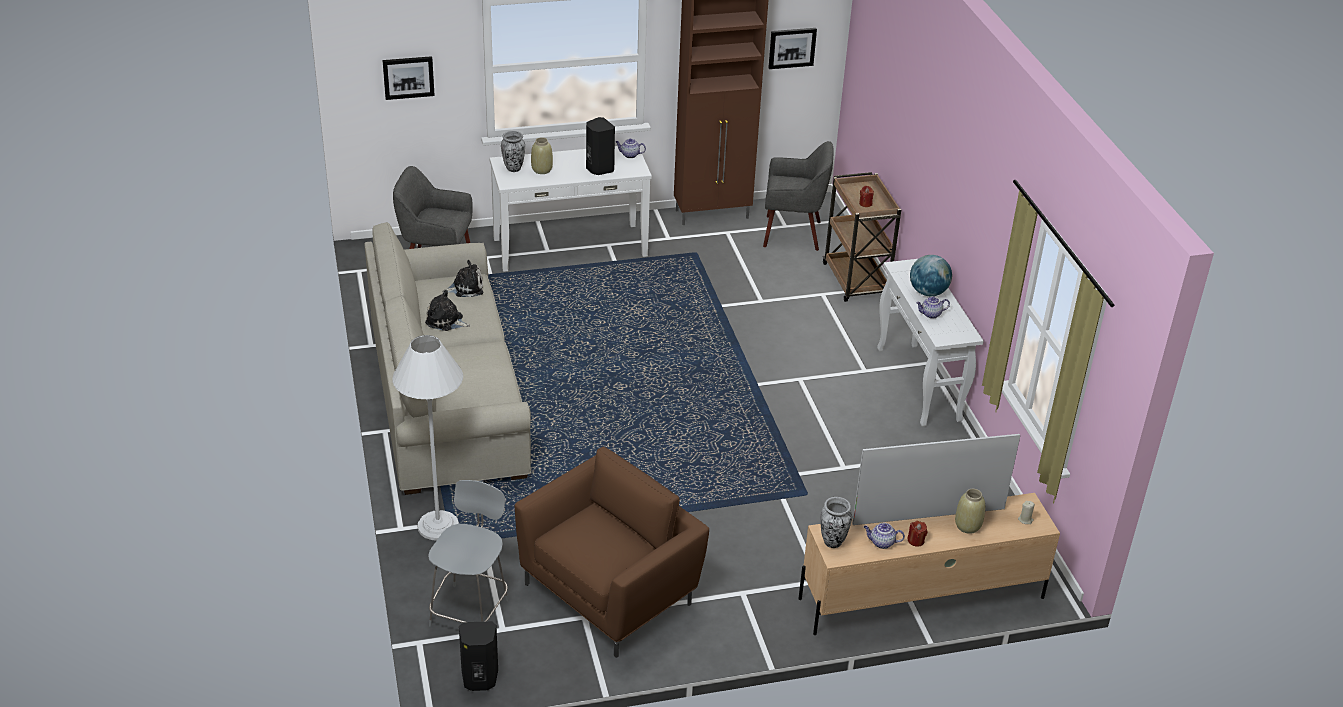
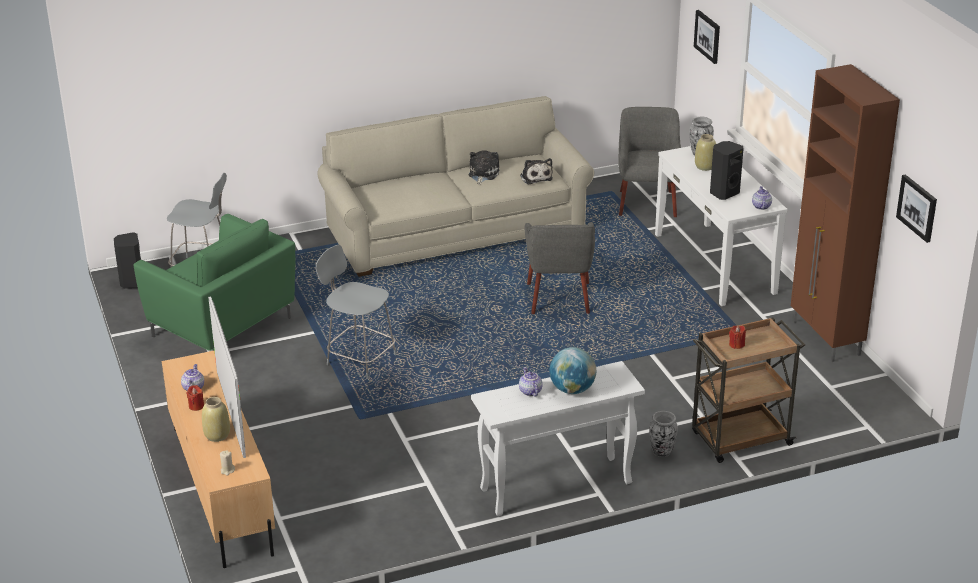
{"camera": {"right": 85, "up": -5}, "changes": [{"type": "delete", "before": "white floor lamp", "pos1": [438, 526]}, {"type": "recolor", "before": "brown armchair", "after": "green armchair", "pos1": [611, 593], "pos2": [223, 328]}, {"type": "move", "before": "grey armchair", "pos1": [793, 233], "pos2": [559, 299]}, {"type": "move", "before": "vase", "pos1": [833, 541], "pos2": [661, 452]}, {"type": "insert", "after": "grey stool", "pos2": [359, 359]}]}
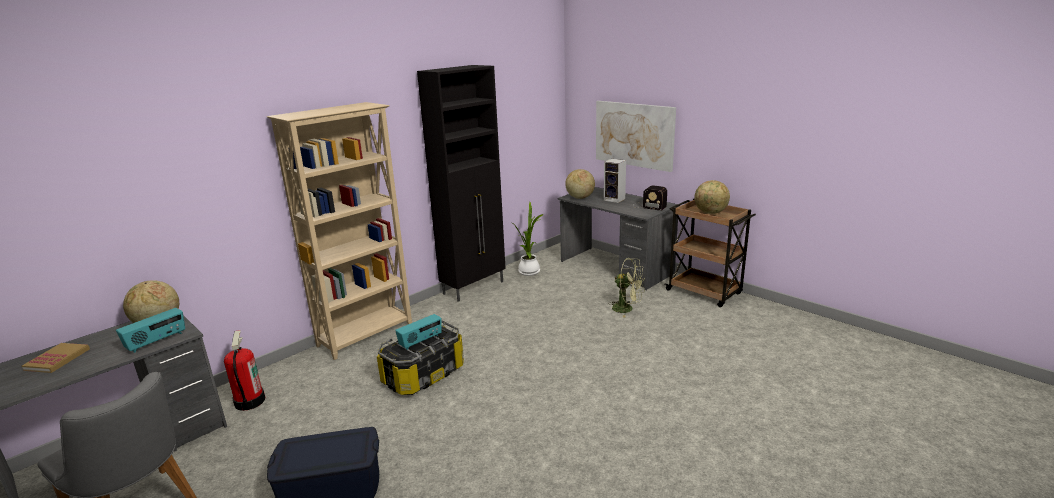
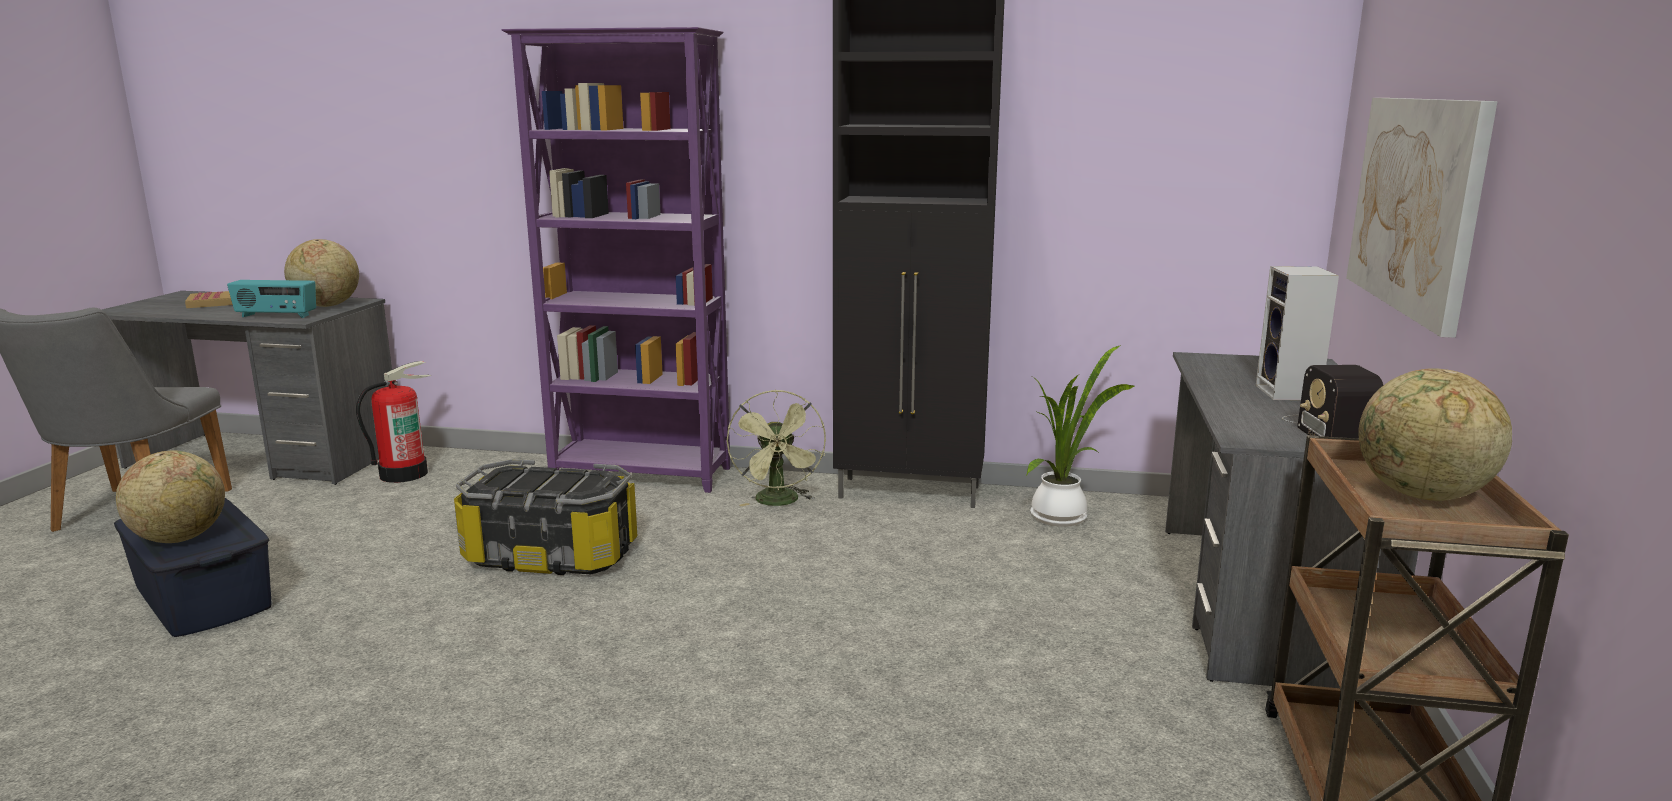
{"camera": {"right": 55, "up": -5}, "changes": [{"type": "recolor", "before": "beige bookcase", "after": "purple bookcase", "pos1": [367, 335], "pos2": [642, 475]}, {"type": "delete", "before": "radio", "pos1": [421, 341]}, {"type": "move", "before": "globe", "pos1": [580, 198], "pos2": [180, 538]}, {"type": "move", "before": "green fan", "pos1": [627, 309], "pos2": [779, 502]}]}
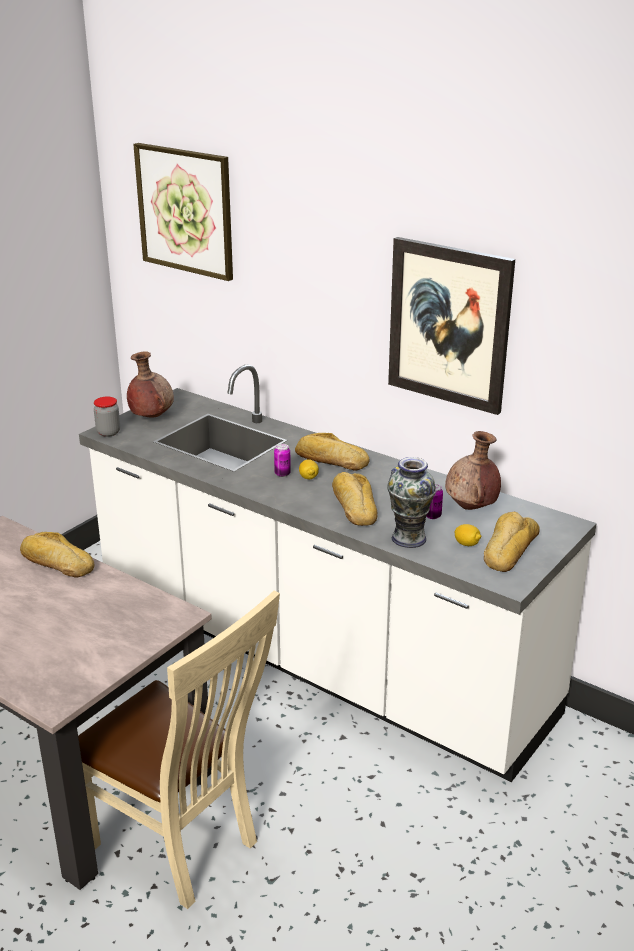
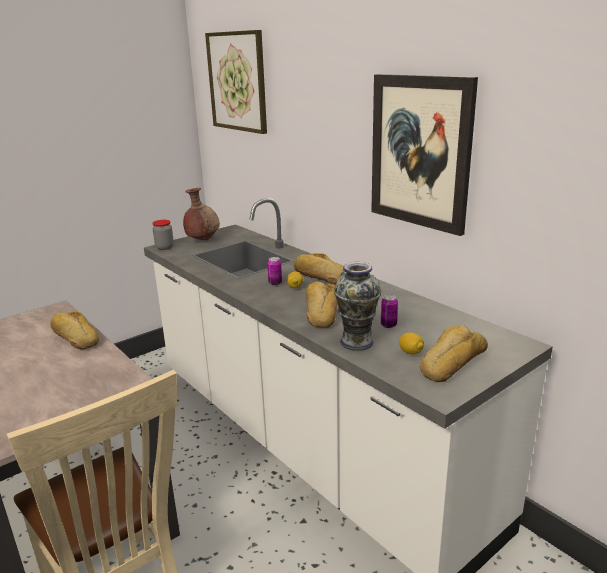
{"camera": {"right": 15, "up": -5}, "changes": [{"type": "delete", "before": "brown vase", "pos1": [471, 508]}]}
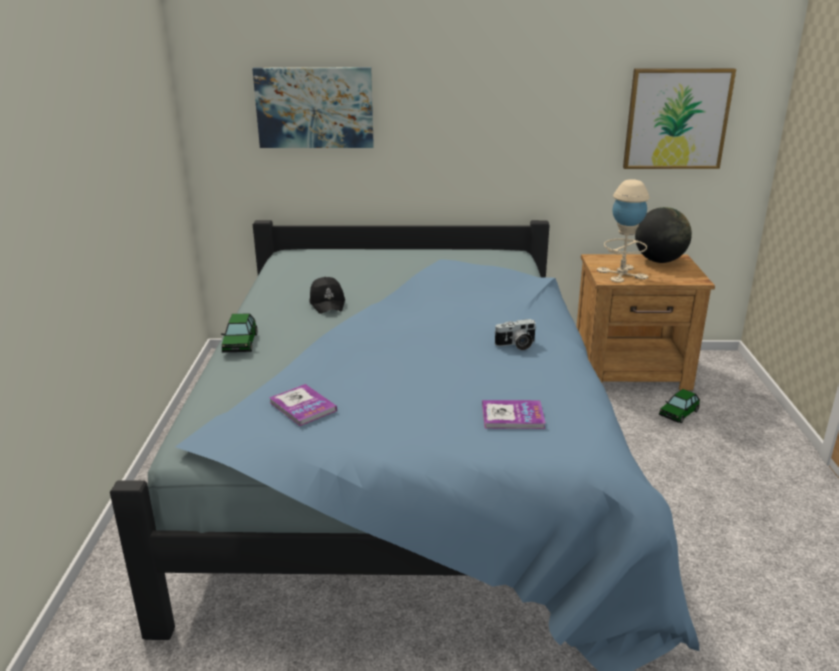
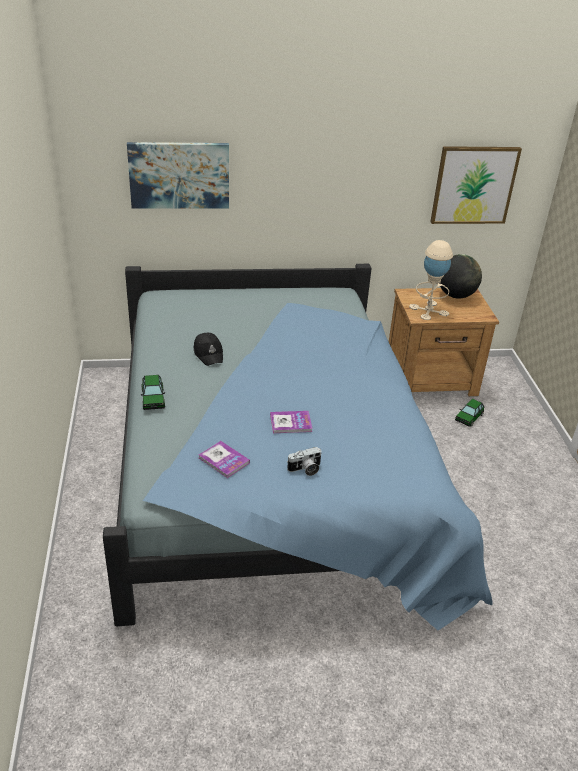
{"camera": {"right": -10, "up": 10}, "changes": [{"type": "move", "before": "book", "pos1": [512, 416], "pos2": [290, 423]}, {"type": "move", "before": "photo camera", "pos1": [516, 345], "pos2": [305, 469]}]}
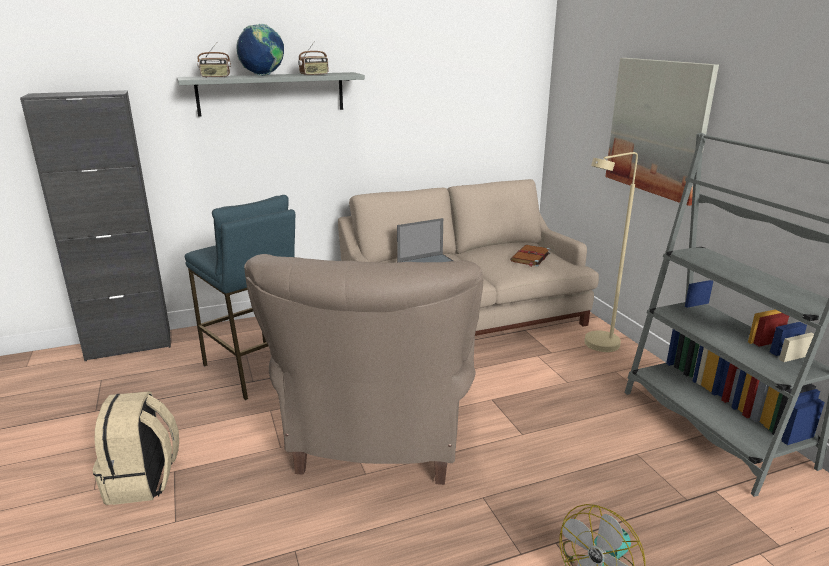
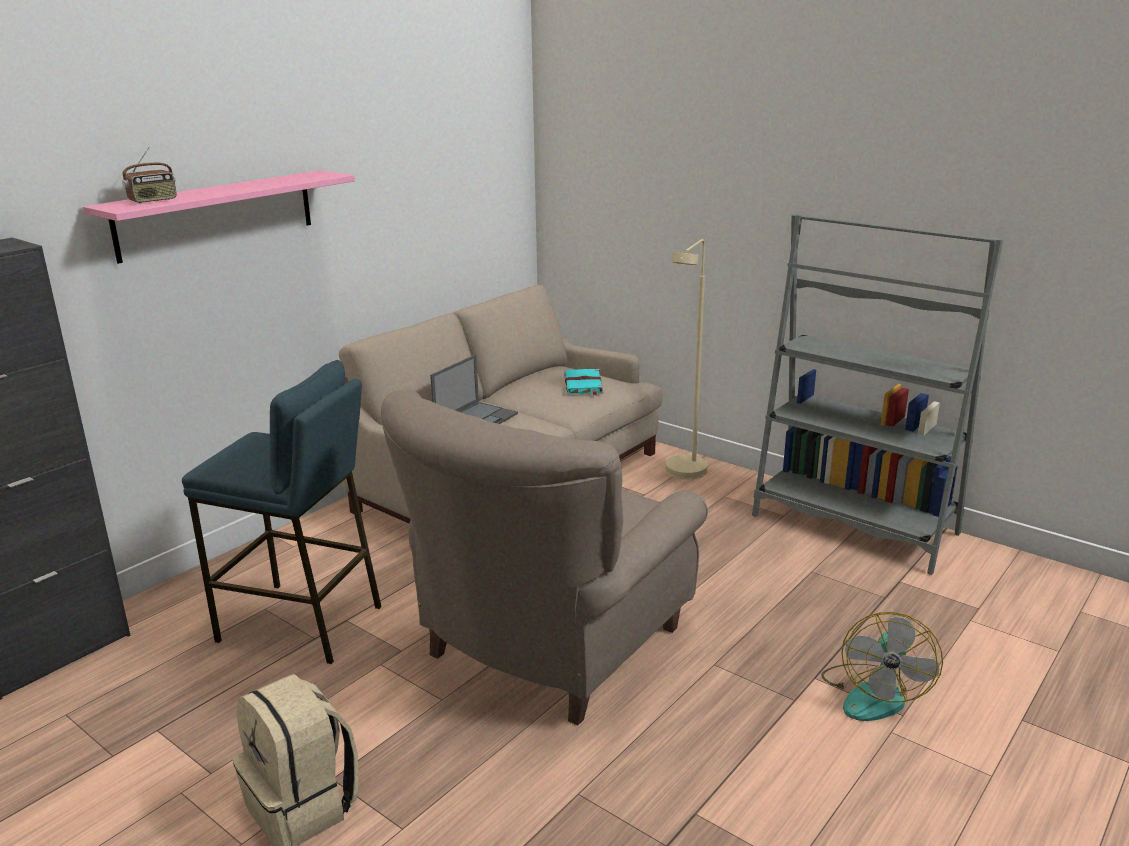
{"camera": {"right": -30, "up": 0}, "changes": [{"type": "recolor", "before": "grey shelf", "after": "pink shelf", "pos1": [271, 93], "pos2": [217, 214]}, {"type": "delete", "before": "globe", "pos1": [263, 76]}, {"type": "rotate", "before": "beige armchair", "pos1": [379, 438], "pos2": [548, 647], "turn": 60}, {"type": "delete", "before": "radio", "pos1": [314, 75]}, {"type": "recolor", "before": "brown book", "after": "turquoise book", "pos1": [530, 257], "pos2": [583, 384]}, {"type": "delete", "before": "picture", "pos1": [658, 127]}]}
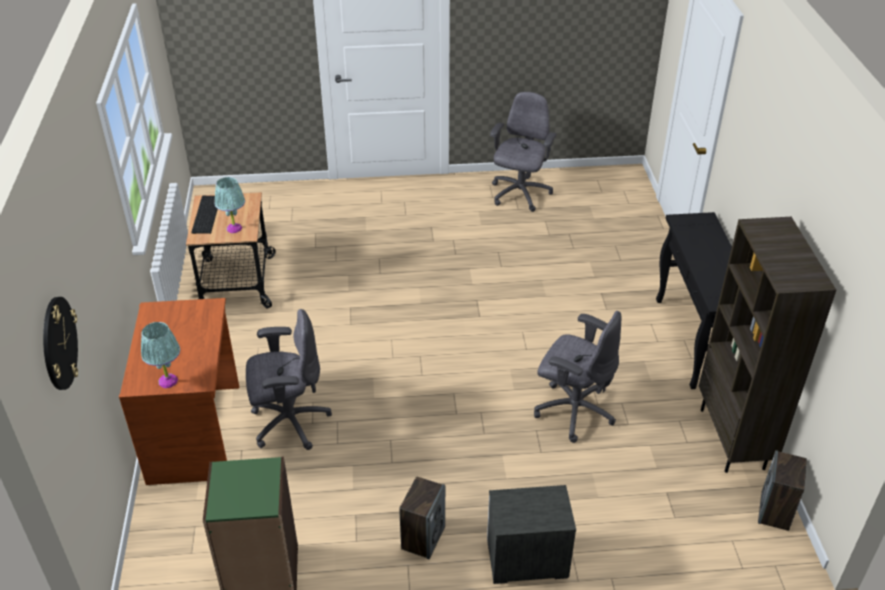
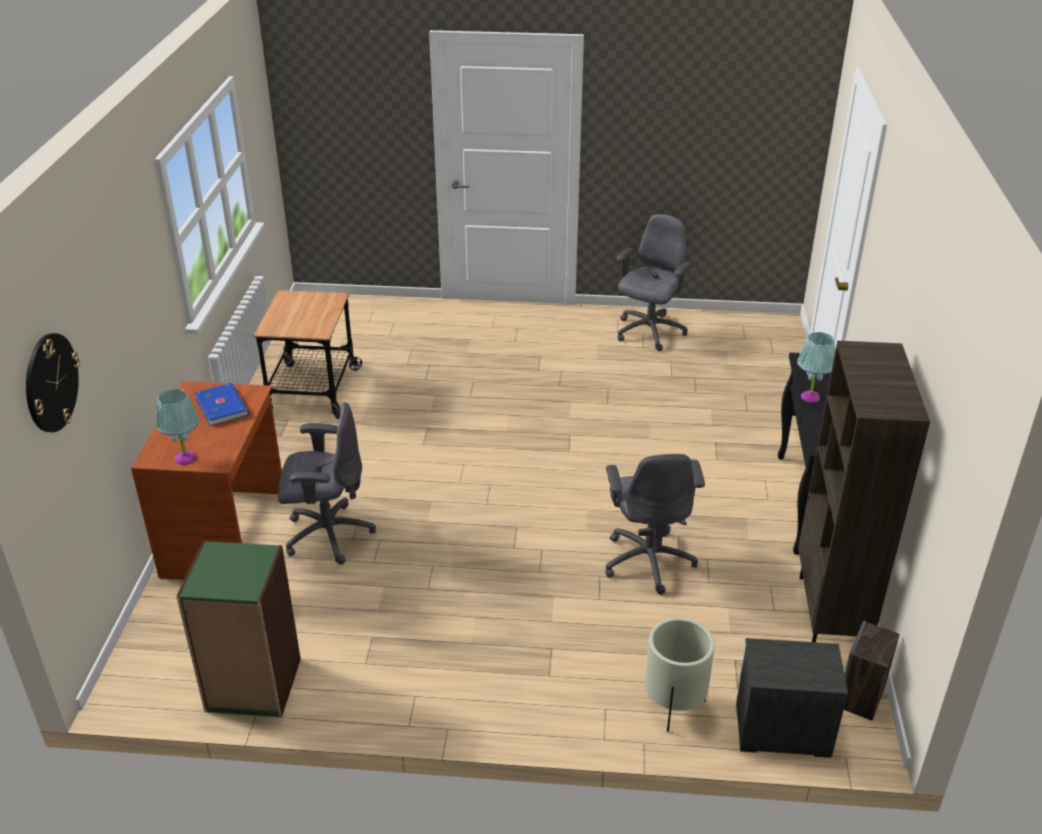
{"camera": {"right": 10, "up": -5}, "changes": [{"type": "delete", "before": "keyboard", "pos1": [205, 214]}, {"type": "move", "before": "turquoise table lamp", "pos1": [234, 228], "pos2": [810, 397]}, {"type": "delete", "before": "speaker", "pos1": [423, 537]}, {"type": "move", "before": "nightstand", "pos1": [525, 558], "pos2": [780, 728]}, {"type": "rotate", "before": "grey office chair", "pos1": [573, 410], "pos2": [648, 560], "turn": 45}, {"type": "insert", "after": "blue book", "pos2": [223, 406]}, {"type": "insert", "after": "beige planter", "pos2": [673, 706]}]}
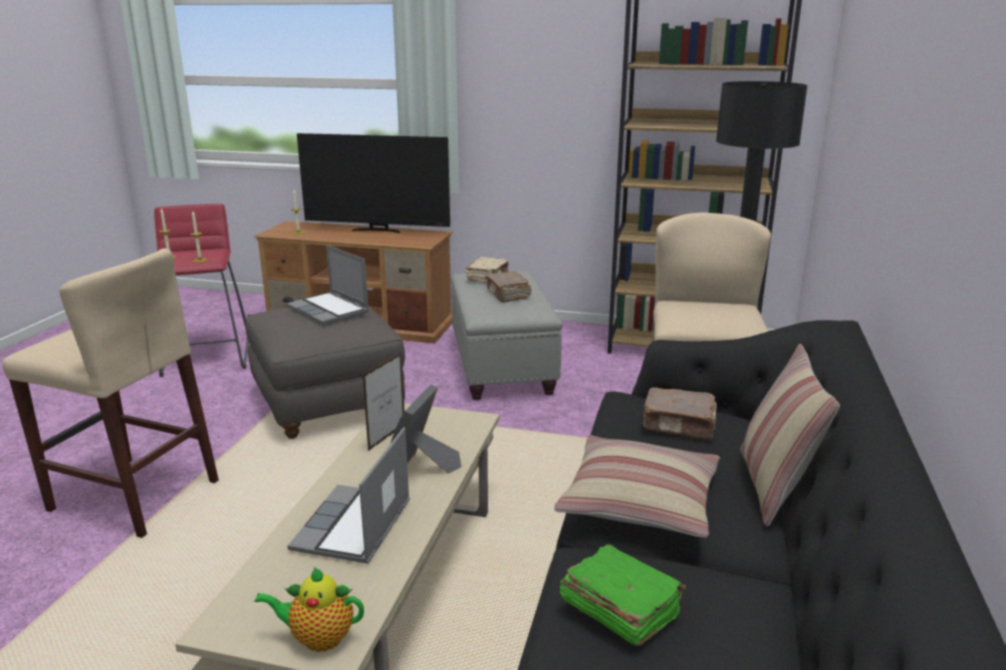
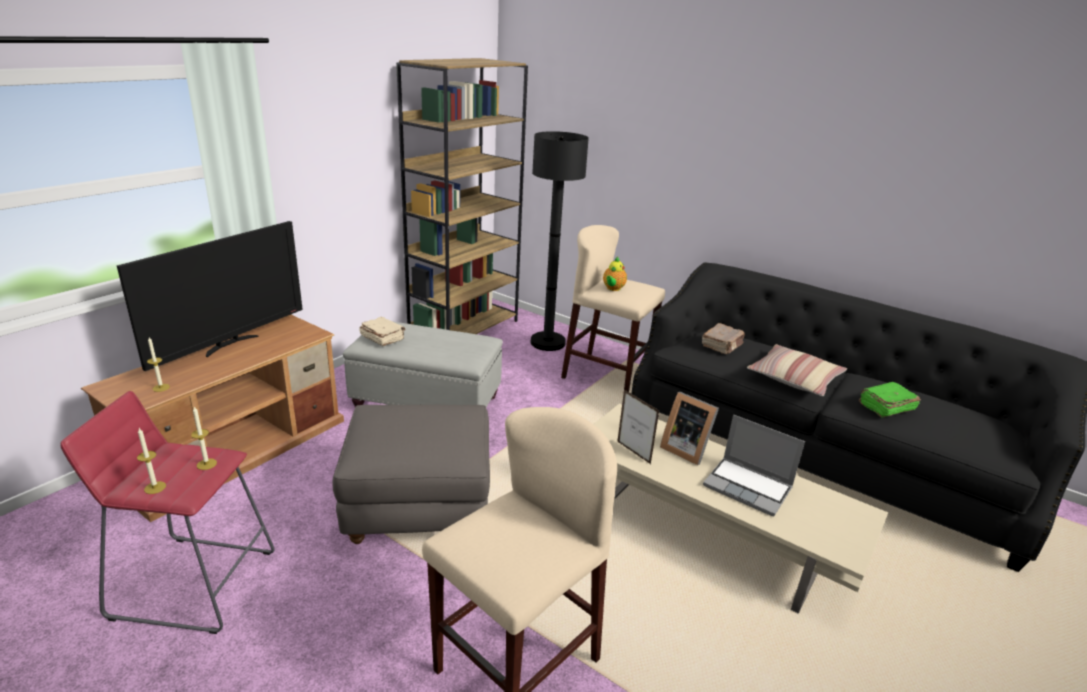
{"camera": {"right": -70, "up": 5}, "changes": [{"type": "move", "before": "teapot", "pos1": [318, 638], "pos2": [613, 289]}, {"type": "delete", "before": "laptop", "pos1": [329, 310]}, {"type": "delete", "before": "brown book", "pos1": [508, 295]}, {"type": "delete", "before": "pillow", "pos1": [774, 487]}]}
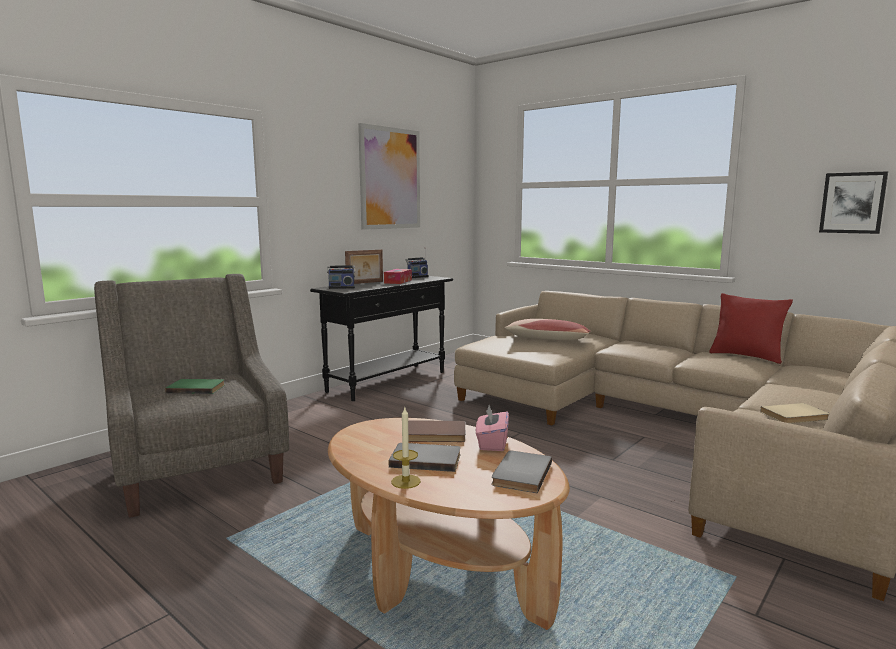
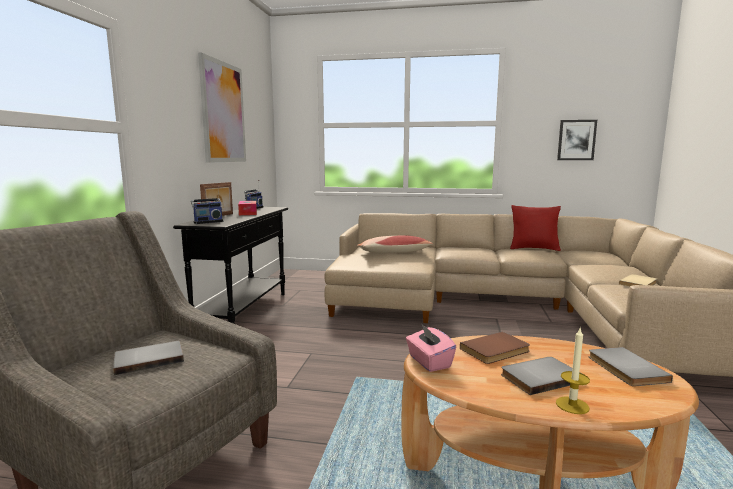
{"camera": {"right": -30, "up": 0}, "changes": [{"type": "recolor", "before": "green book", "after": "grey book", "pos1": [197, 388], "pos2": [149, 359]}, {"type": "move", "before": "pink tissue box", "pos1": [492, 443], "pos2": [429, 362]}]}
